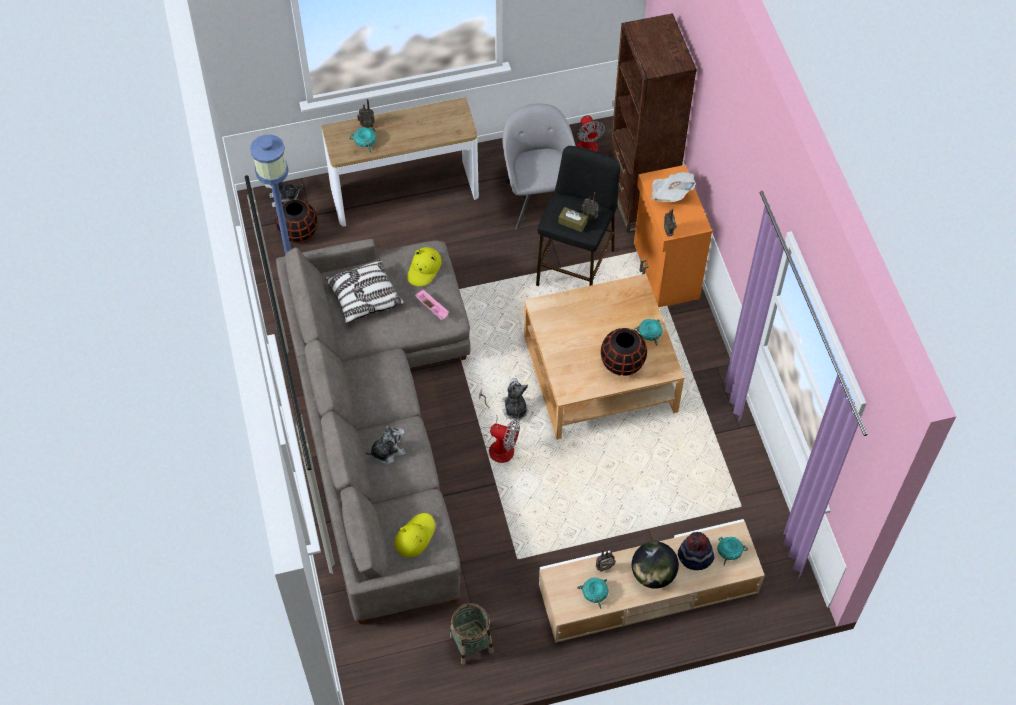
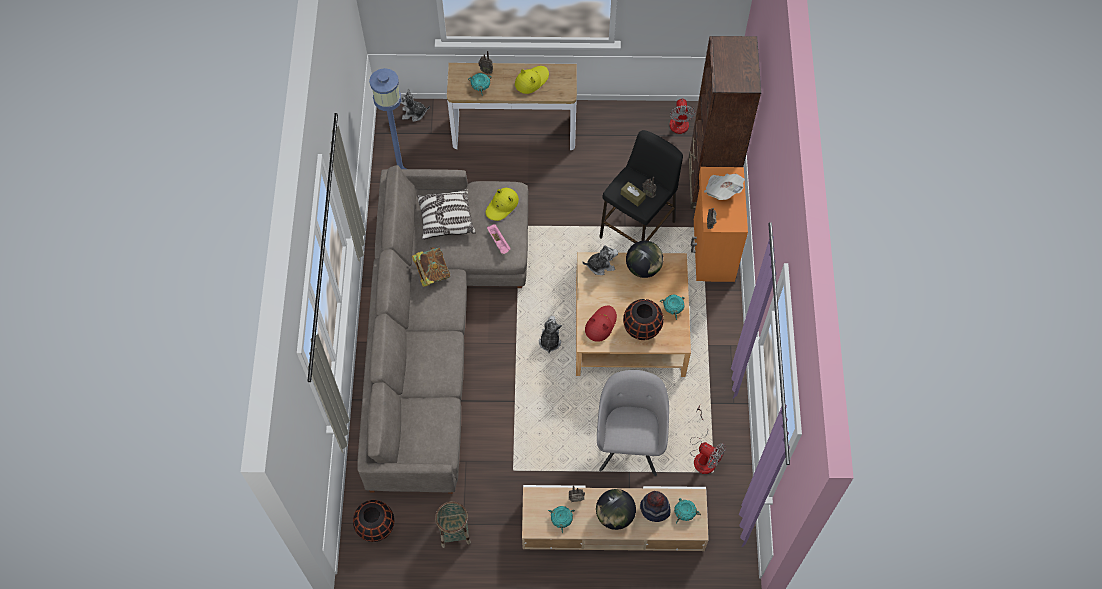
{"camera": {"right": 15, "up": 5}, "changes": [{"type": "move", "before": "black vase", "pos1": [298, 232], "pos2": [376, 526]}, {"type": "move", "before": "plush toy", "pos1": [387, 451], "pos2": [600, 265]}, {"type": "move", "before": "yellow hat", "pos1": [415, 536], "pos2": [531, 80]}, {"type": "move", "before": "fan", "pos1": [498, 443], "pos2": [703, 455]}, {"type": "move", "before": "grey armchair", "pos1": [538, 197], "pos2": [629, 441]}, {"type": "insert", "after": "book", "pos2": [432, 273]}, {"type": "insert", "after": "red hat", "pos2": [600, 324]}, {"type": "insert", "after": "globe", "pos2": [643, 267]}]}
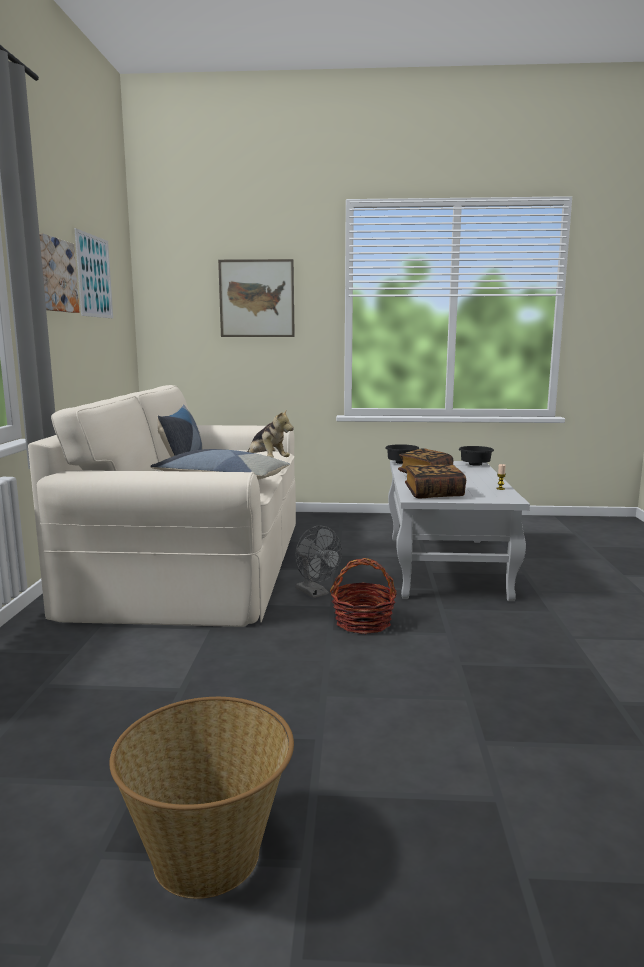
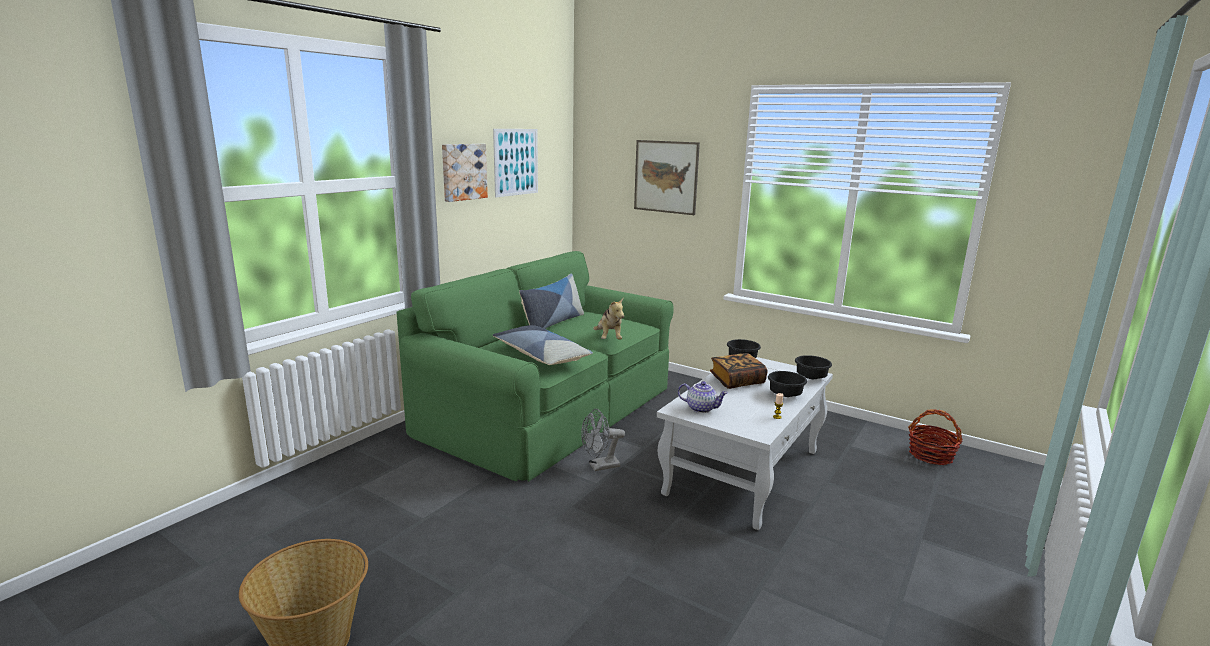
{"camera": {"right": 30, "up": 5}, "changes": [{"type": "recolor", "before": "beige sofa", "after": "green sofa", "pos1": [197, 562], "pos2": [550, 409]}, {"type": "rotate", "before": "grey fan", "pos1": [315, 593], "pos2": [600, 466], "turn": 75}, {"type": "move", "before": "basket", "pos1": [363, 622], "pos2": [931, 455]}, {"type": "replace", "before": "book", "after": "teapot", "pos1": [434, 494], "pos2": [701, 408]}, {"type": "insert", "after": "black bowl", "pos2": [786, 395]}]}
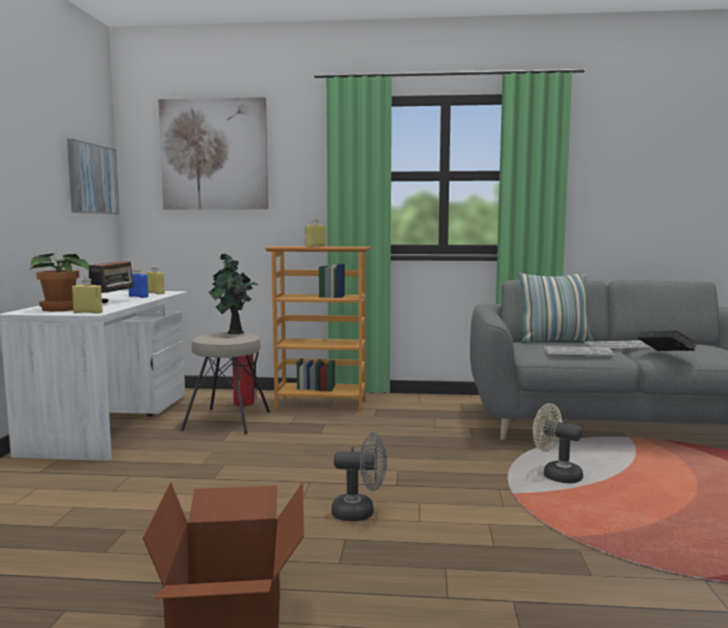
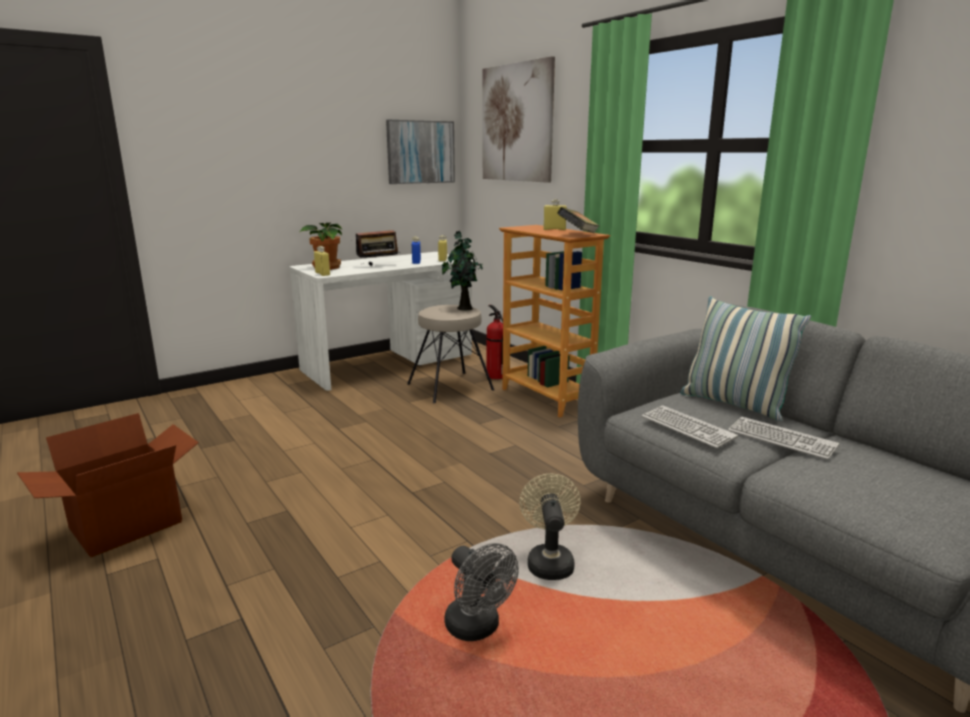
{"camera": {"right": 50, "up": 10}, "changes": [{"type": "move", "before": "grey fan", "pos1": [360, 513], "pos2": [477, 629]}, {"type": "move", "before": "book", "pos1": [665, 355], "pos2": [578, 235]}]}
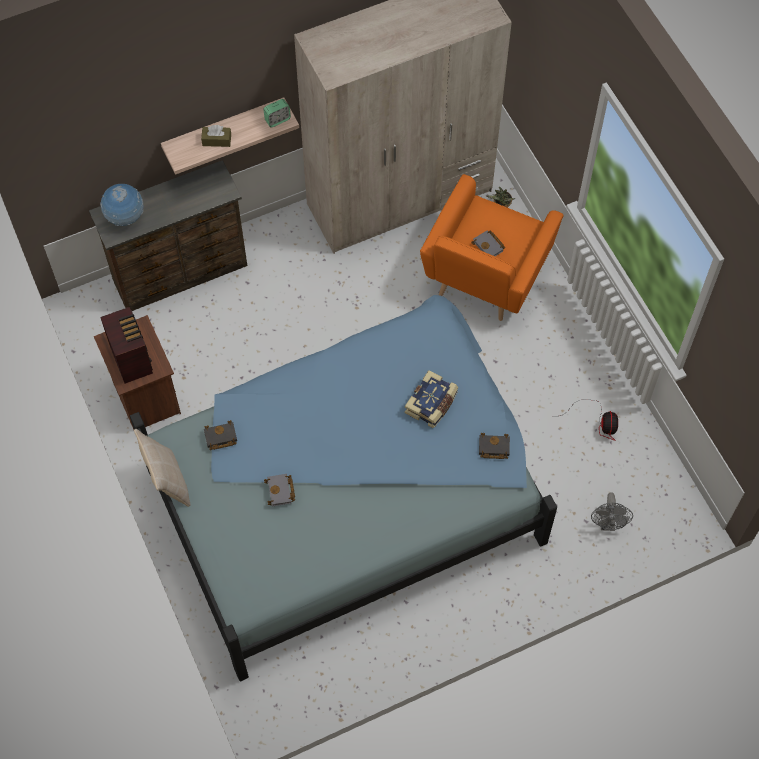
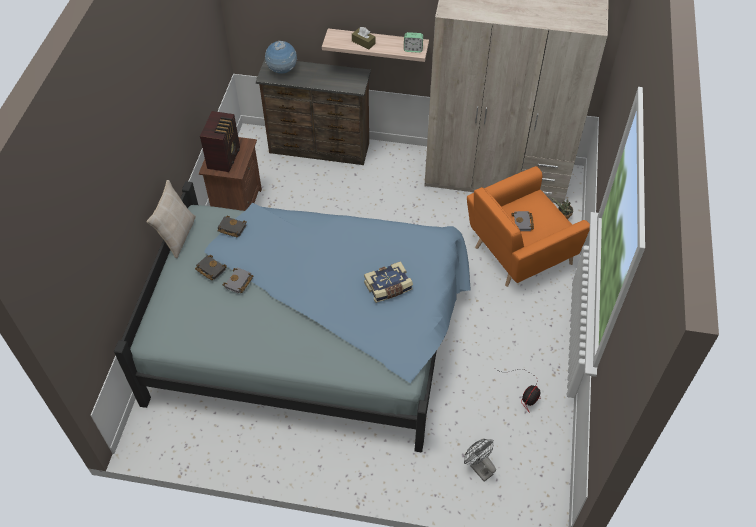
{"camera": {"right": 35, "up": -10}, "changes": [{"type": "move", "before": "black book", "pos1": [493, 448], "pos2": [210, 269]}, {"type": "rotate", "before": "grey fan", "pos1": [608, 523], "pos2": [478, 467], "turn": 105}]}
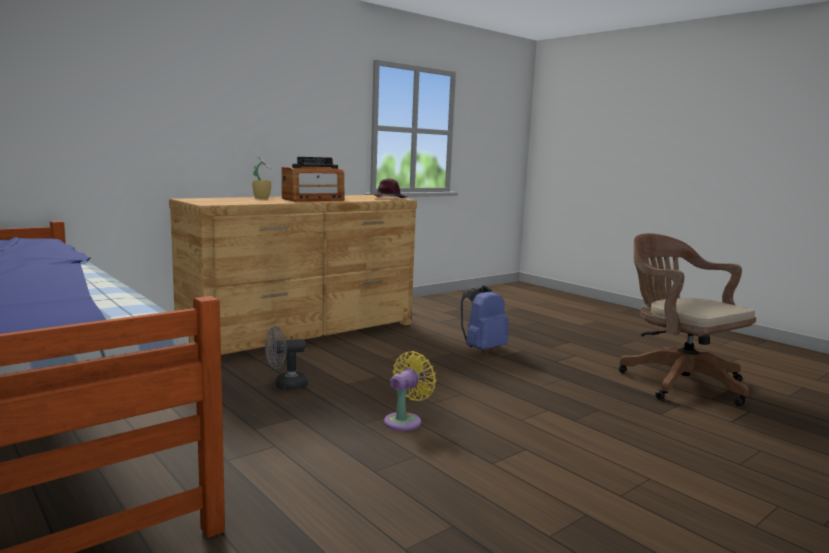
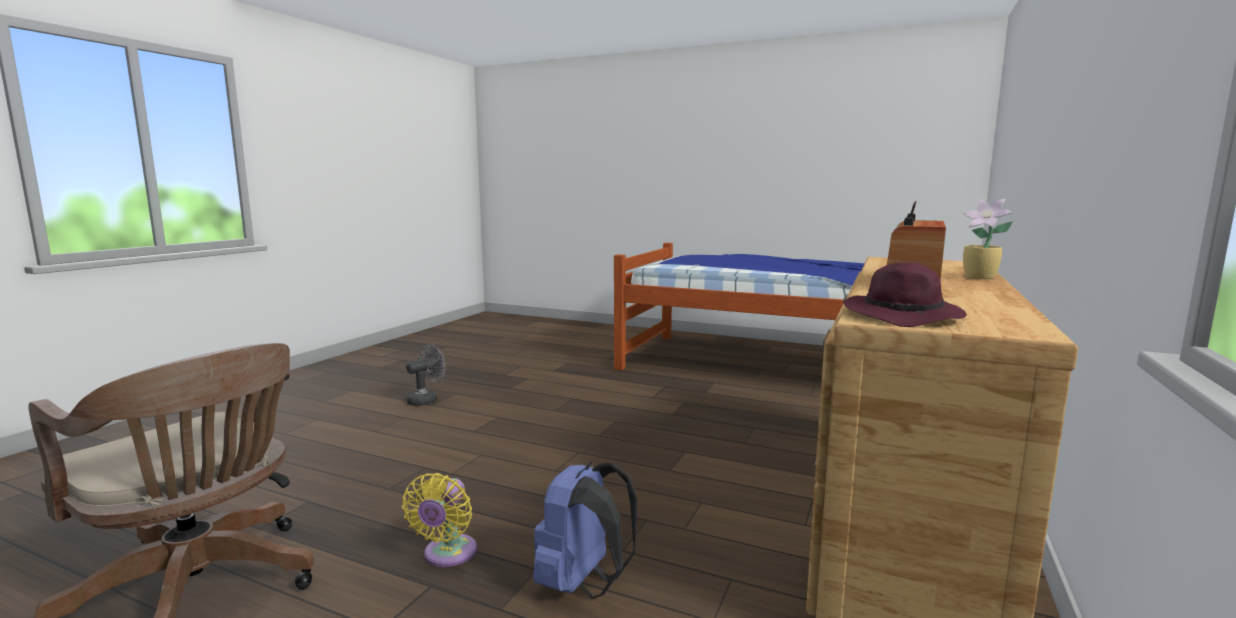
{"camera": {"right": 155, "up": 0}, "changes": [{"type": "move", "before": "grey fan", "pos1": [285, 385], "pos2": [426, 400]}, {"type": "move", "before": "yellow fan", "pos1": [405, 421], "pos2": [447, 555]}]}
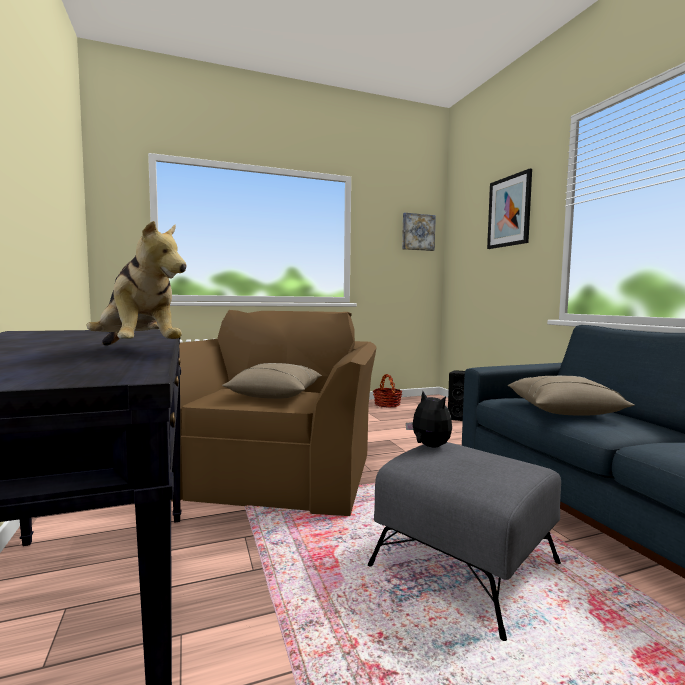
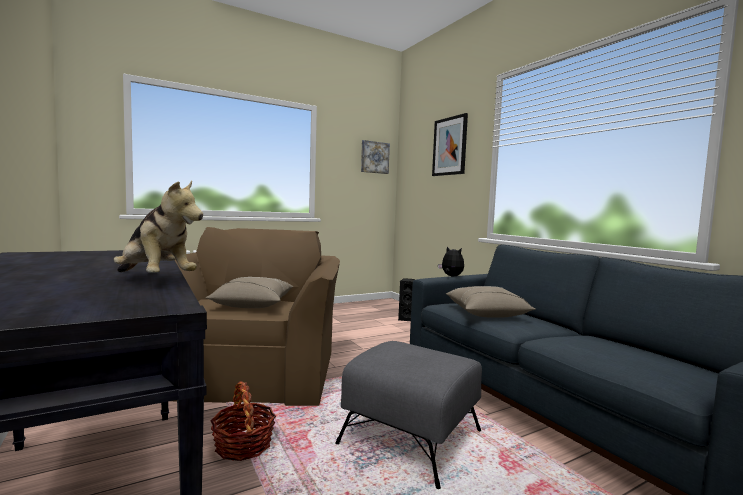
{"camera": {"right": -10, "up": 0}, "changes": [{"type": "move", "before": "basket", "pos1": [387, 404], "pos2": [243, 445]}, {"type": "move", "before": "plush toy", "pos1": [429, 446], "pos2": [451, 276]}]}
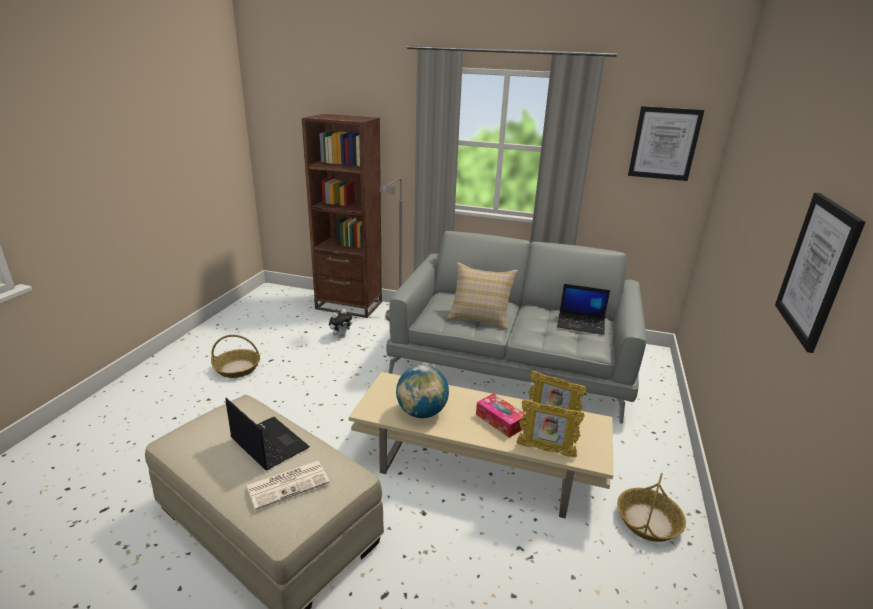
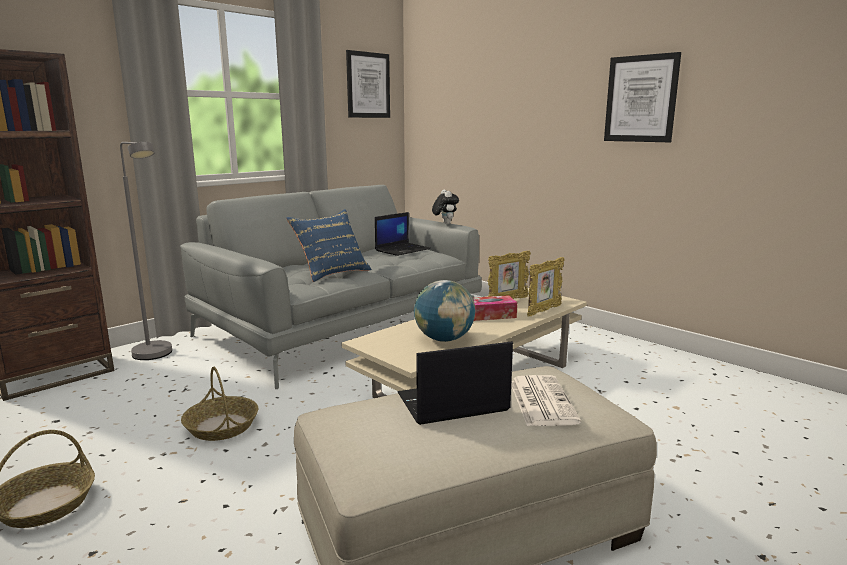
{"camera": {"right": -60, "up": -10}, "changes": [{"type": "move", "before": "plush toy", "pos1": [341, 336], "pos2": [444, 223]}, {"type": "recolor", "before": "beige pillow", "after": "blue pillow", "pos1": [480, 318], "pos2": [332, 273]}, {"type": "move", "before": "basket", "pos1": [648, 521], "pos2": [221, 426]}]}
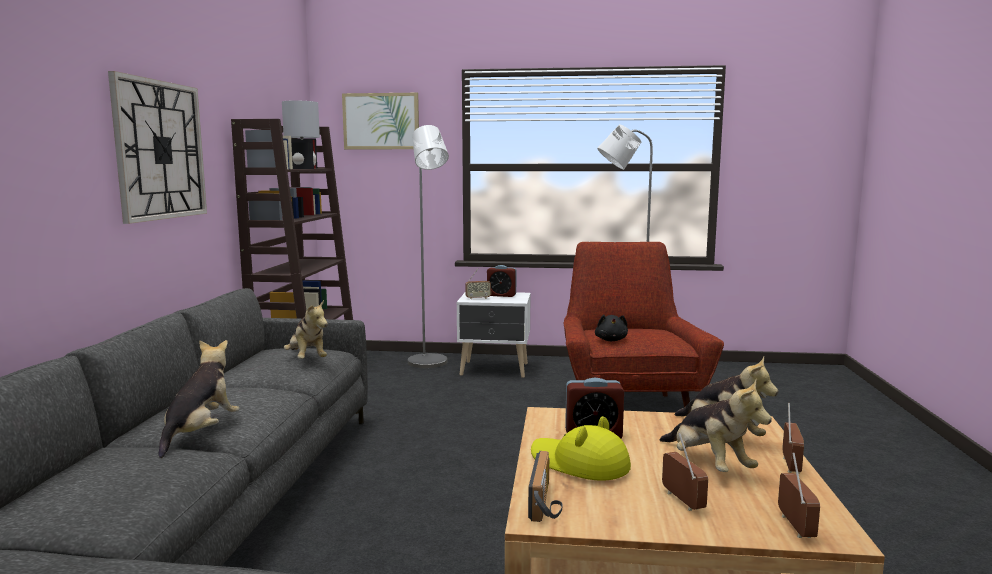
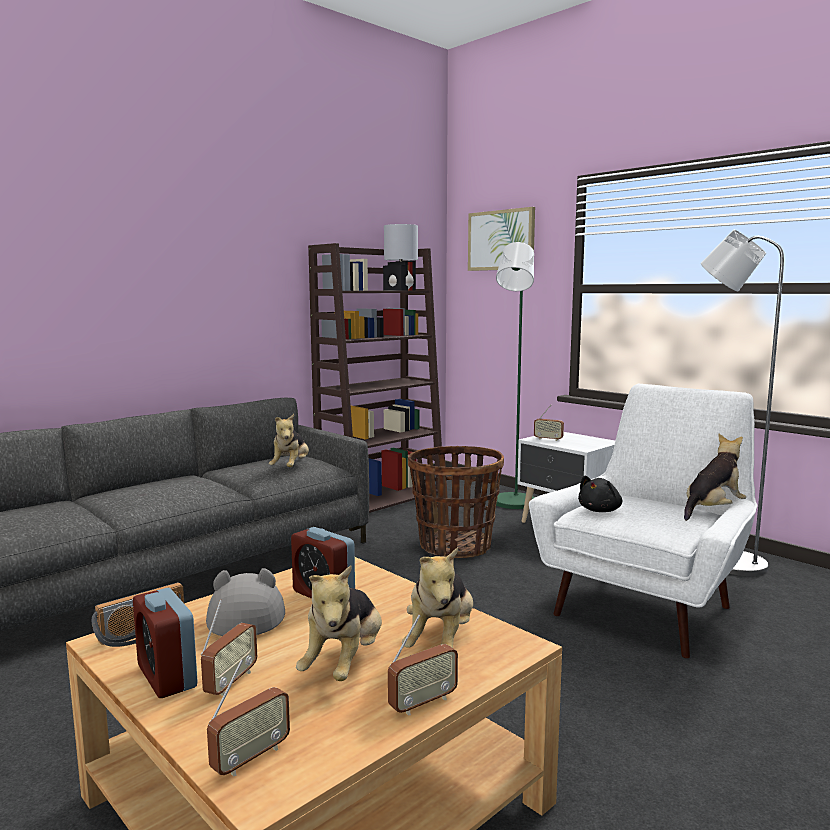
{"camera": {"right": 40, "up": 0}, "changes": [{"type": "delete", "before": "wall clock", "pos1": [160, 150]}, {"type": "move", "before": "plush toy", "pos1": [200, 433], "pos2": [712, 510]}, {"type": "recolor", "before": "grey floor lamp", "after": "green floor lamp", "pos1": [430, 364], "pos2": [512, 505]}, {"type": "move", "before": "alarm clock", "pos1": [501, 295], "pos2": [167, 677]}, {"type": "recolor", "before": "yellow hat", "after": "grey hat", "pos1": [579, 463], "pos2": [247, 613]}, {"type": "recolor", "before": "red armchair", "after": "white armchair", "pos1": [628, 408], "pos2": [647, 606]}, {"type": "insert", "after": "basket", "pos2": [454, 546]}]}
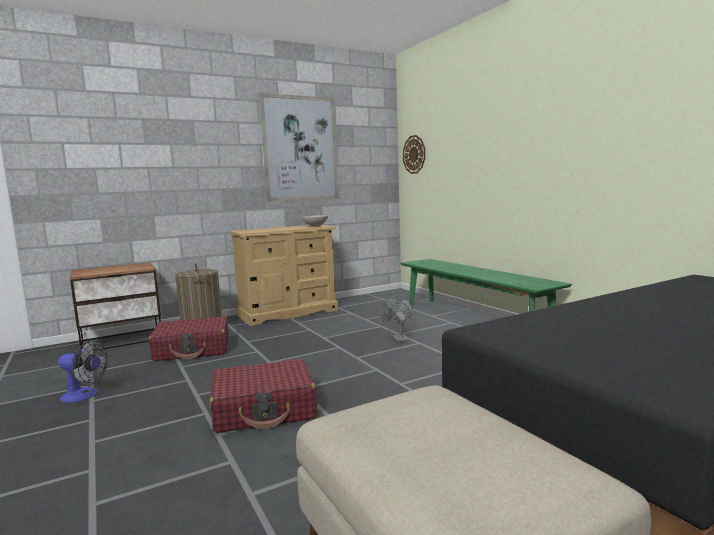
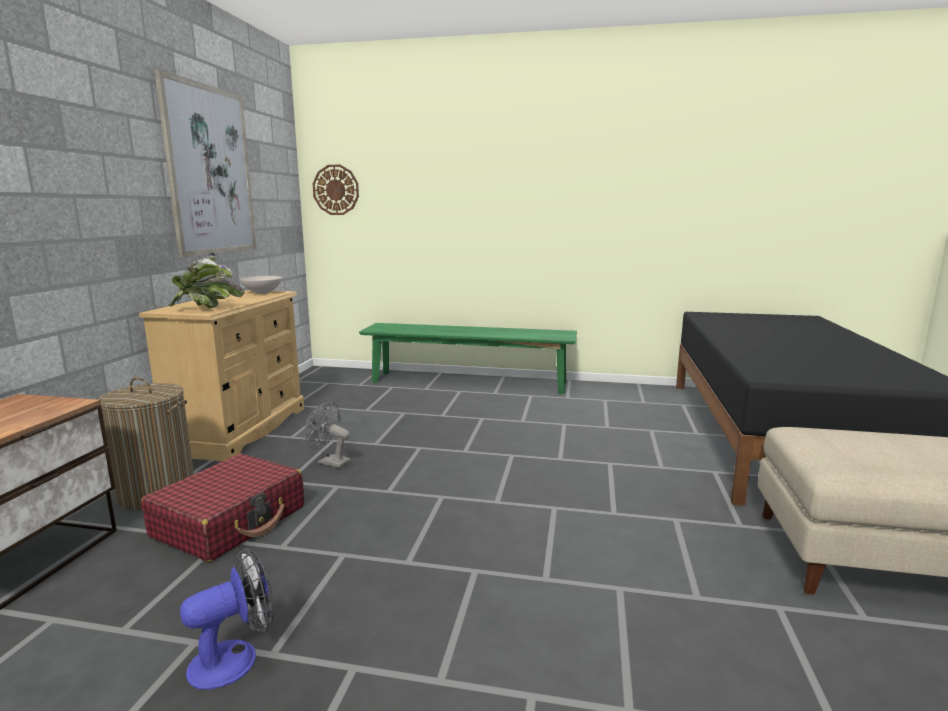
{"camera": {"right": -50, "up": 5}, "changes": [{"type": "delete", "before": "red suitcase", "pos1": [264, 410]}, {"type": "move", "before": "grey fan", "pos1": [398, 338], "pos2": [330, 462]}, {"type": "insert", "after": "potted plant", "pos2": [207, 309]}]}
